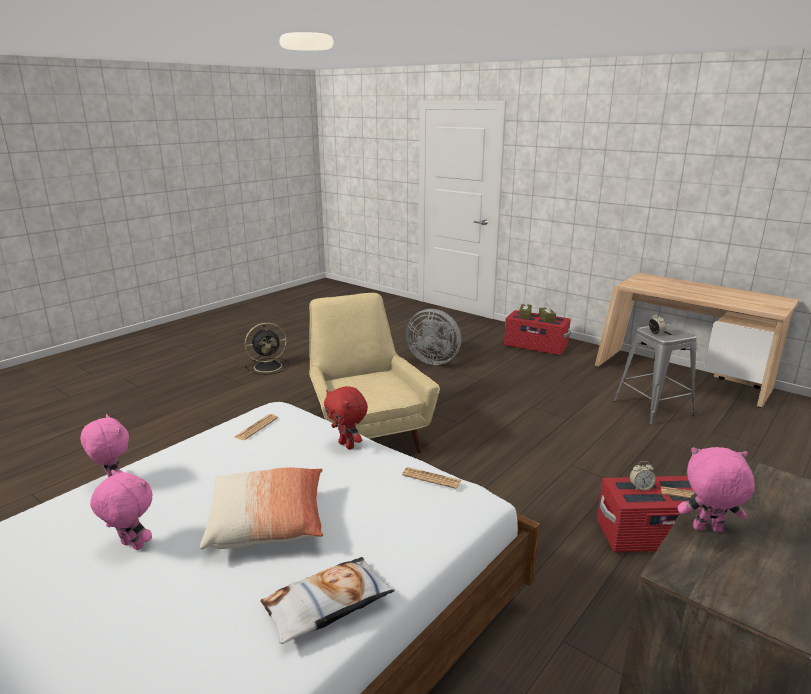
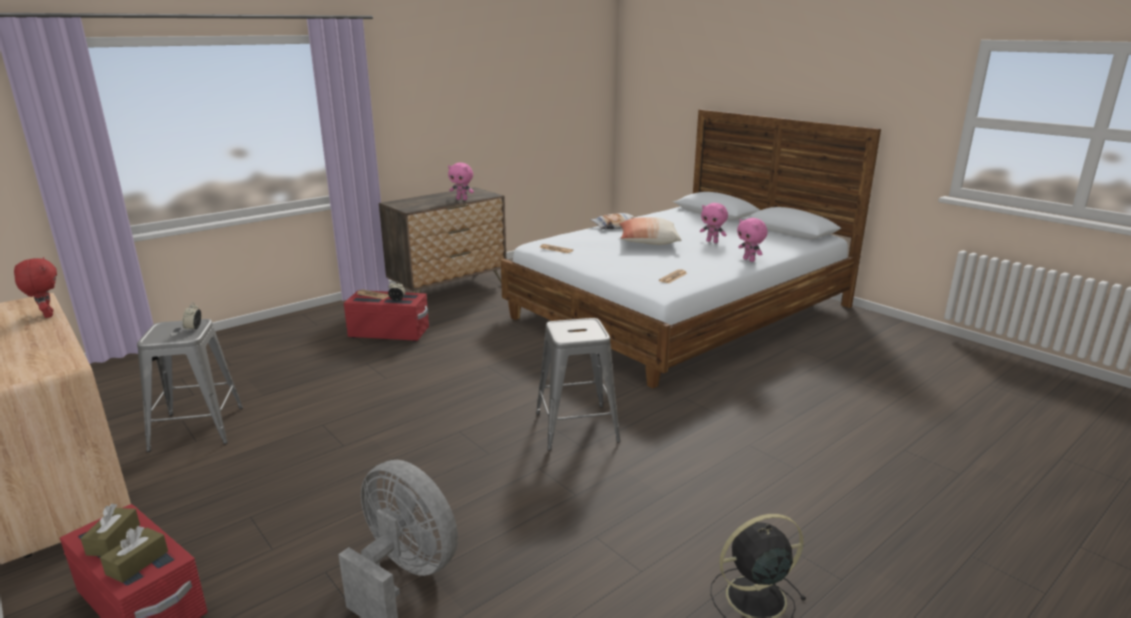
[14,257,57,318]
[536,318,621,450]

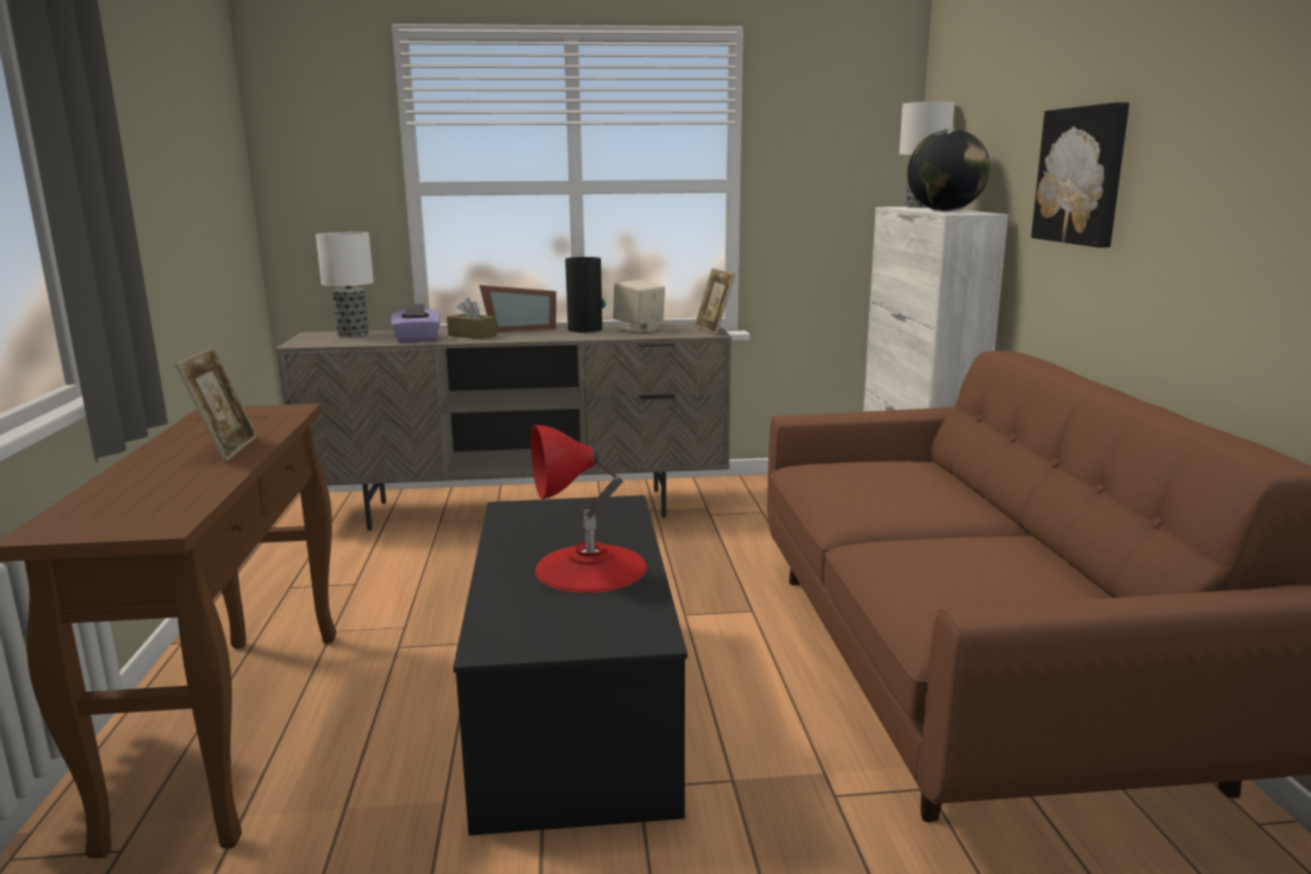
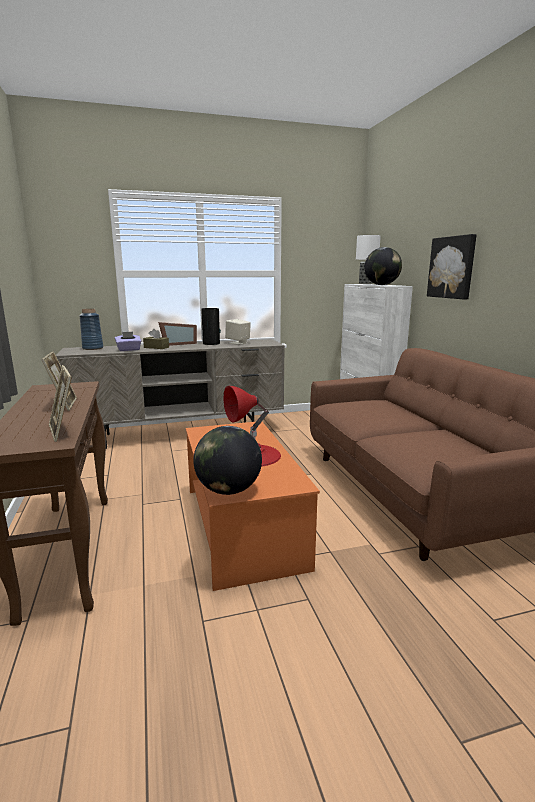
[48,365,71,442]
[79,309,103,350]
[186,422,320,591]
[193,426,262,495]

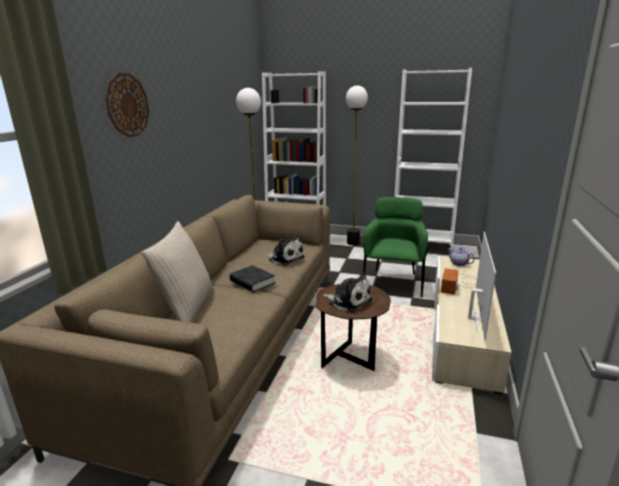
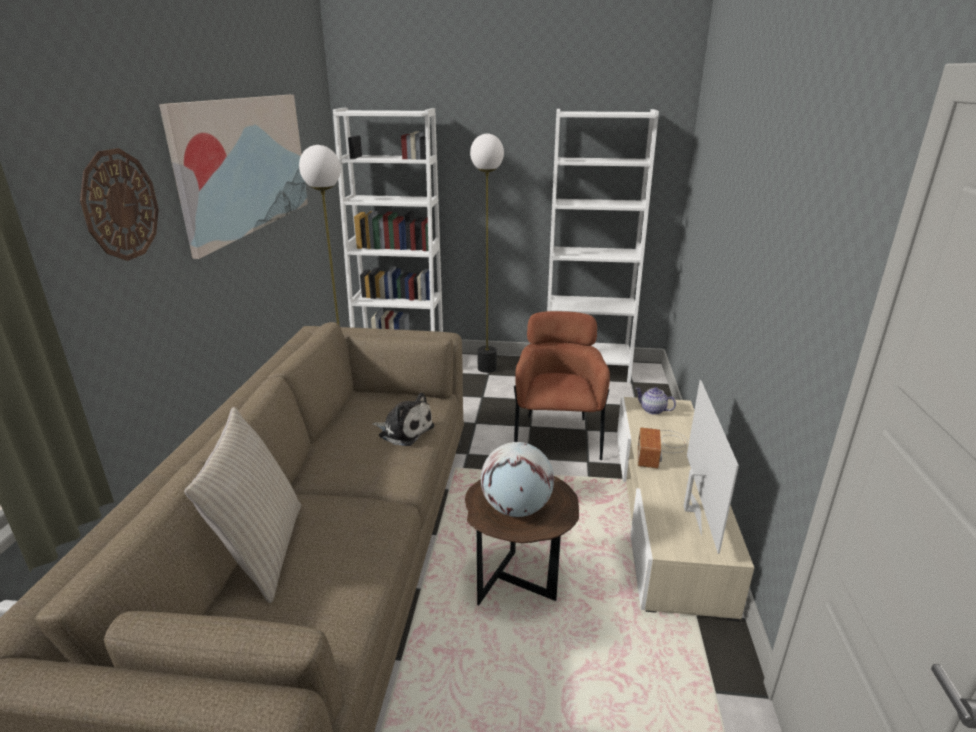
[159,95,308,259]
[481,442,554,517]
[514,311,610,460]
[230,265,275,292] (first image)

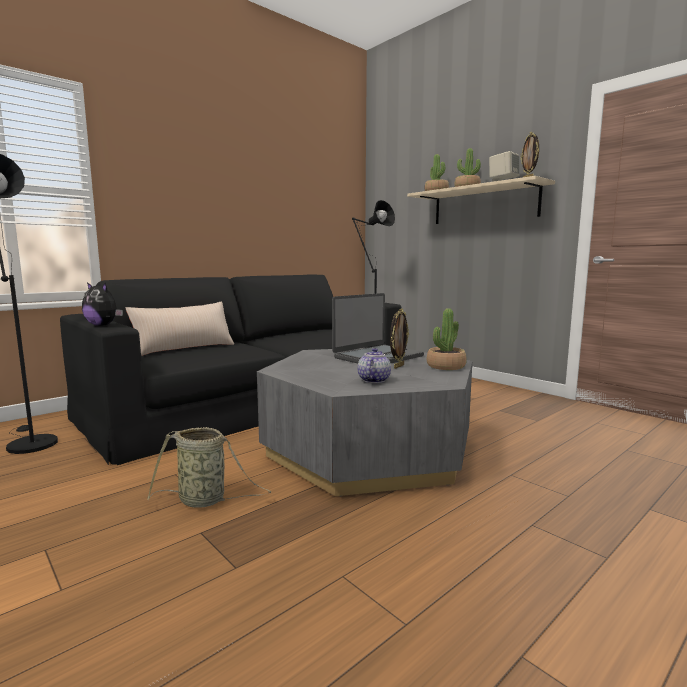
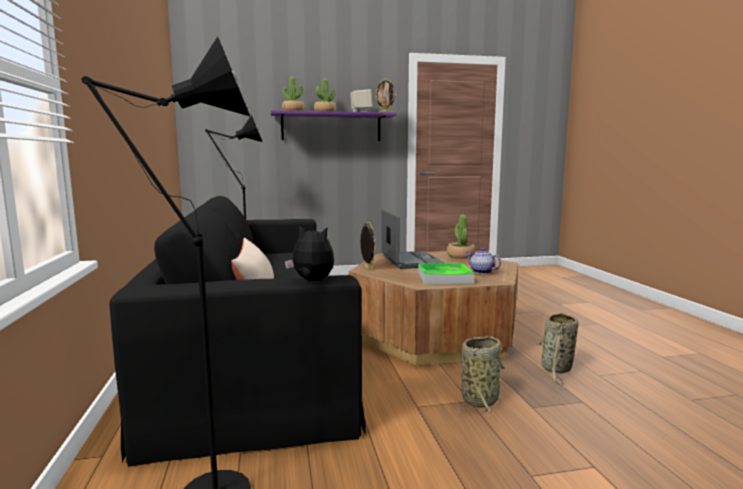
[271,110,397,141]
[285,225,334,281]
[349,251,518,366]
[361,222,376,270]
[418,263,474,284]
[536,311,578,386]

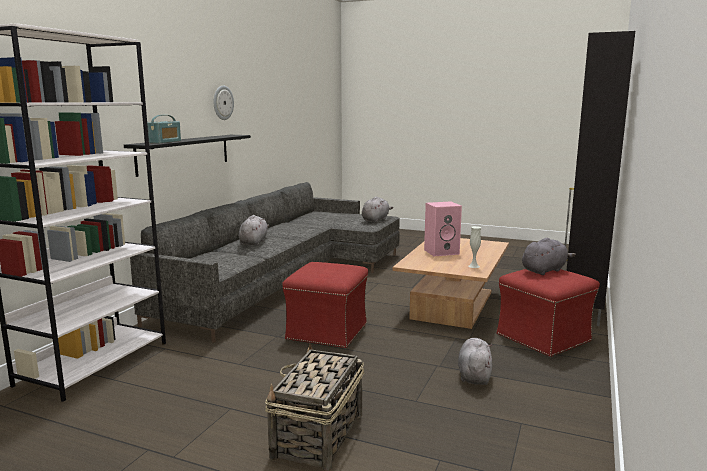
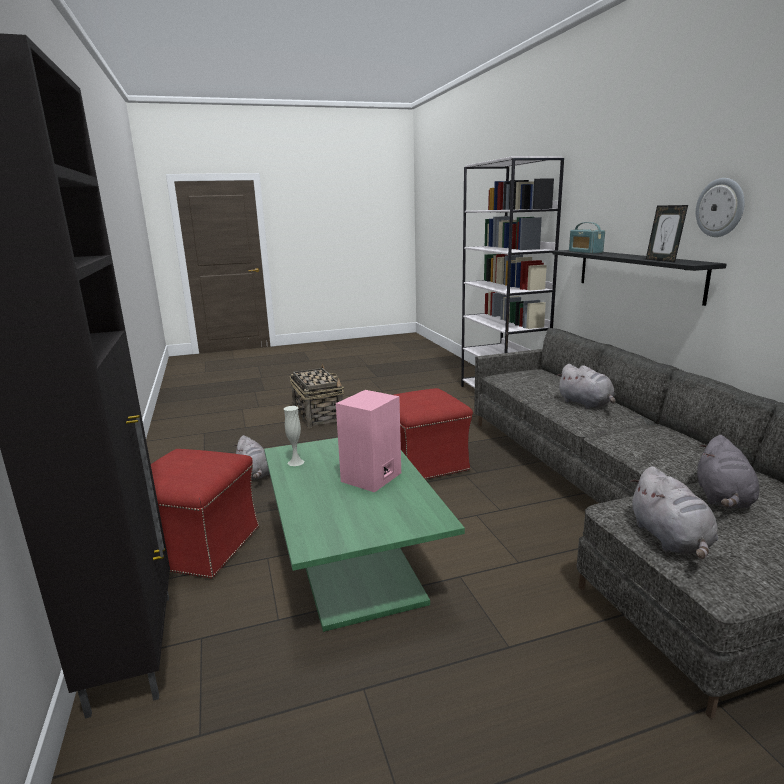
[264,438,465,632]
[646,205,688,262]
[697,435,759,508]

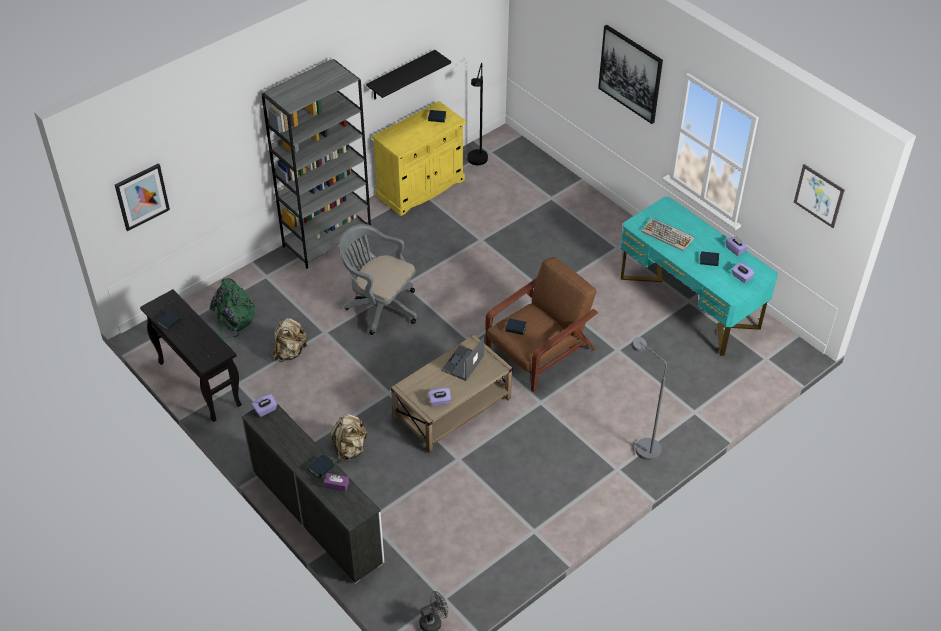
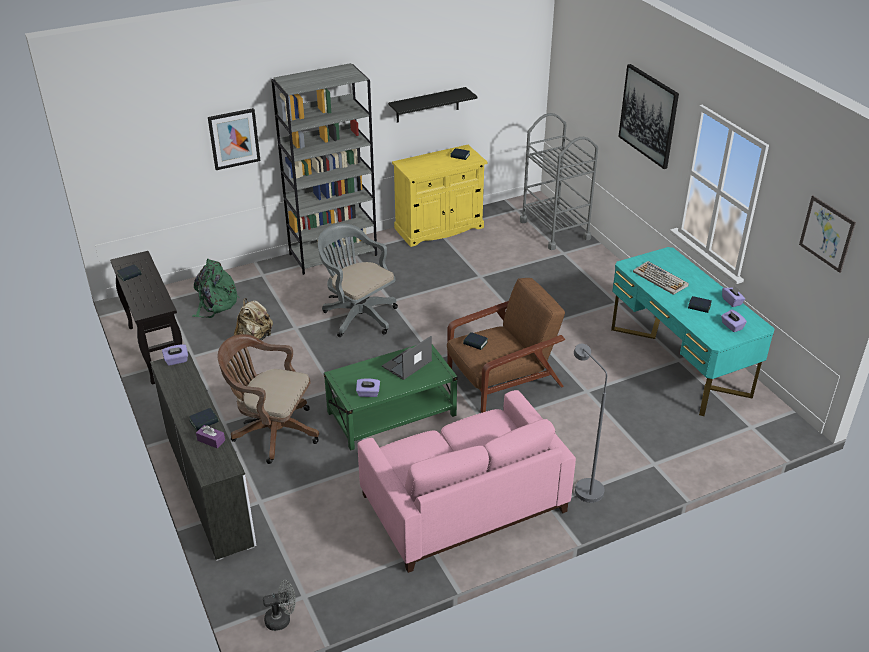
[208,108,260,170]
[218,334,319,464]
[324,345,458,451]
[357,390,576,573]
[520,113,598,250]
[467,63,488,165] (first image)

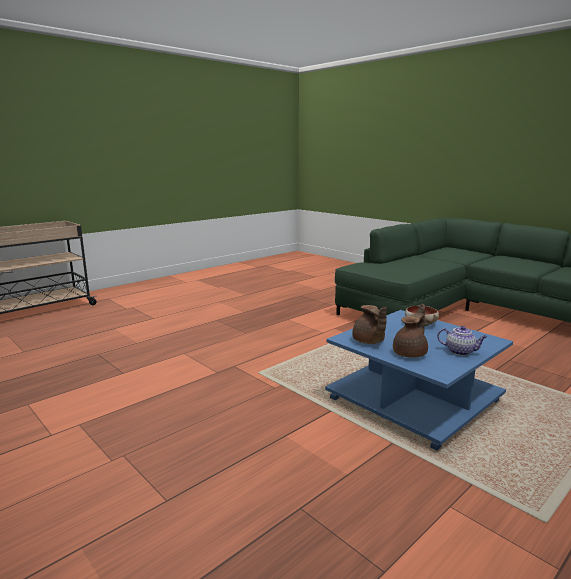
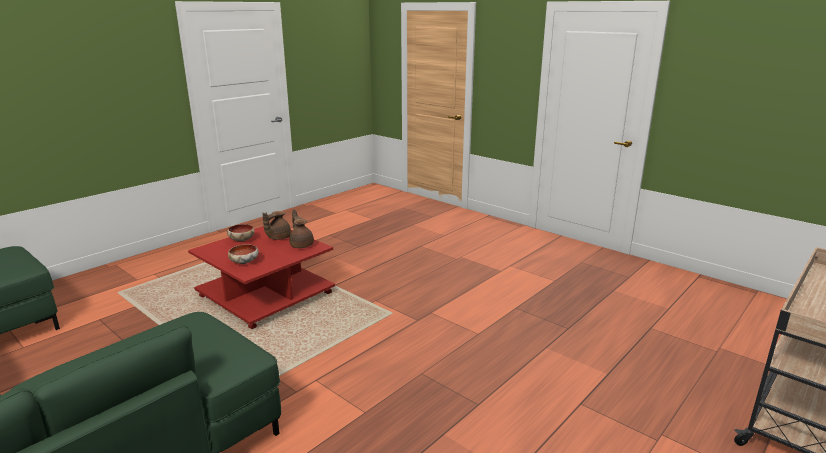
[188,226,335,329]
[227,224,255,242]

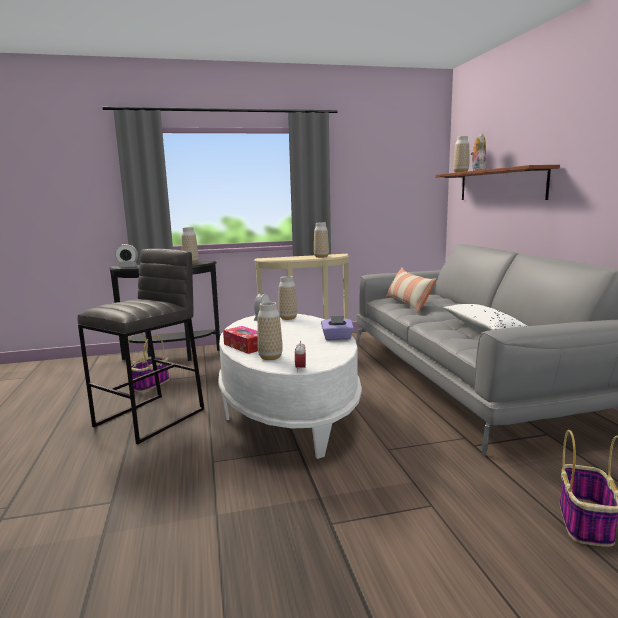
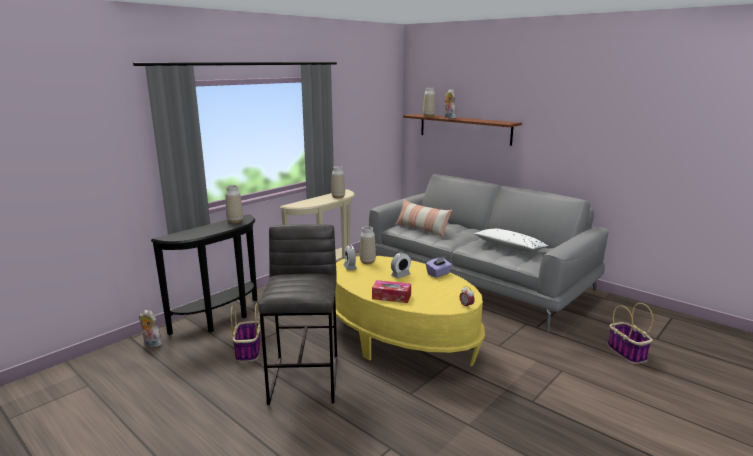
[139,310,162,347]
[332,256,485,366]
[391,252,411,279]
[257,302,283,360] (first image)

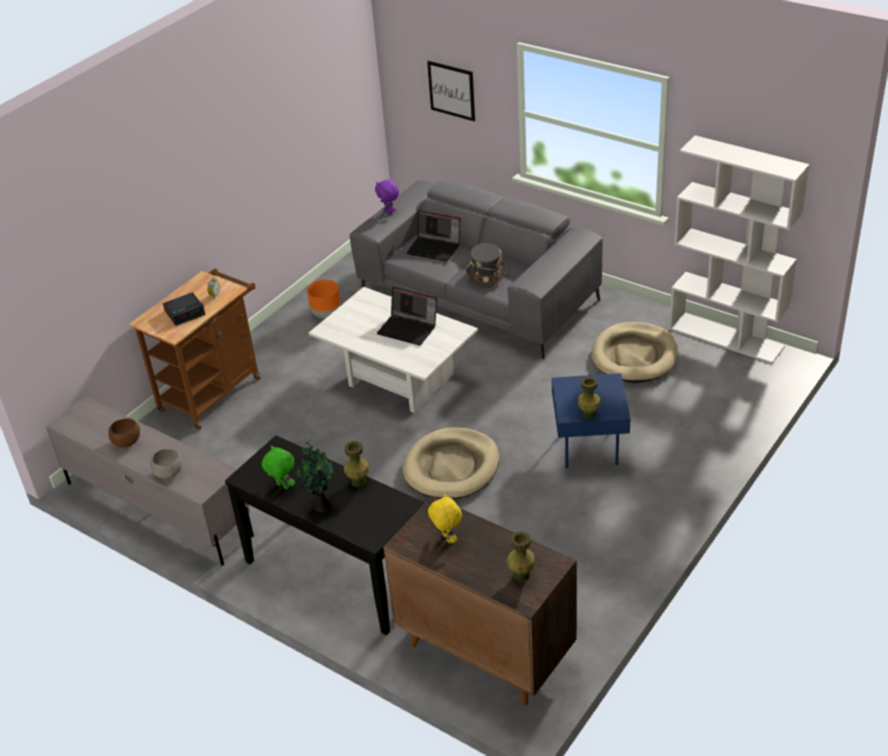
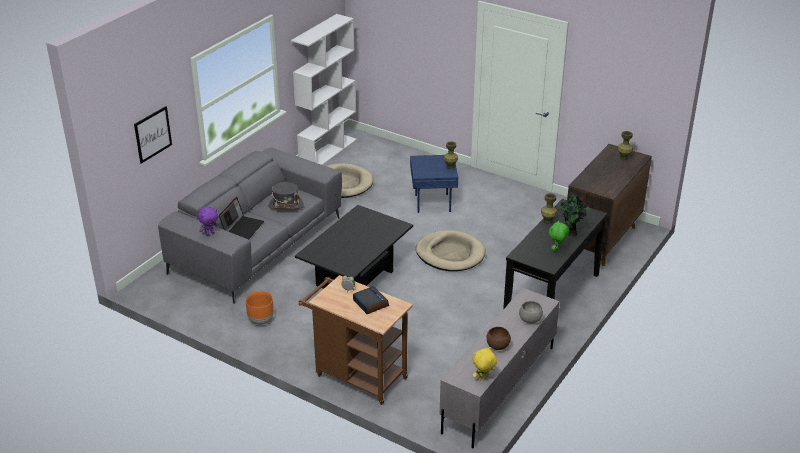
[295,205,413,289]
[473,347,497,381]
[377,287,437,345] (first image)

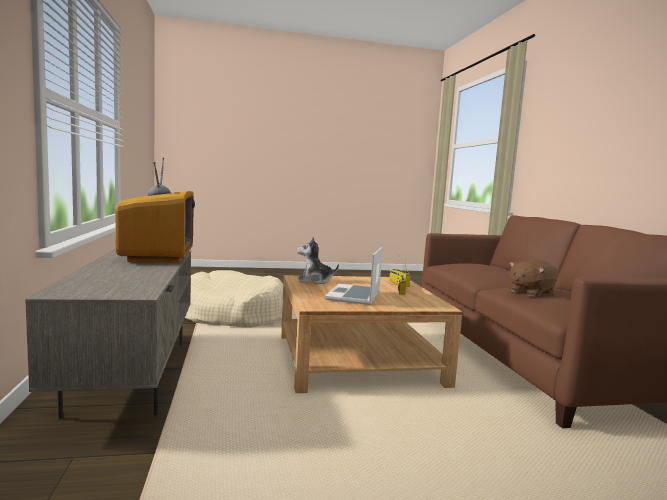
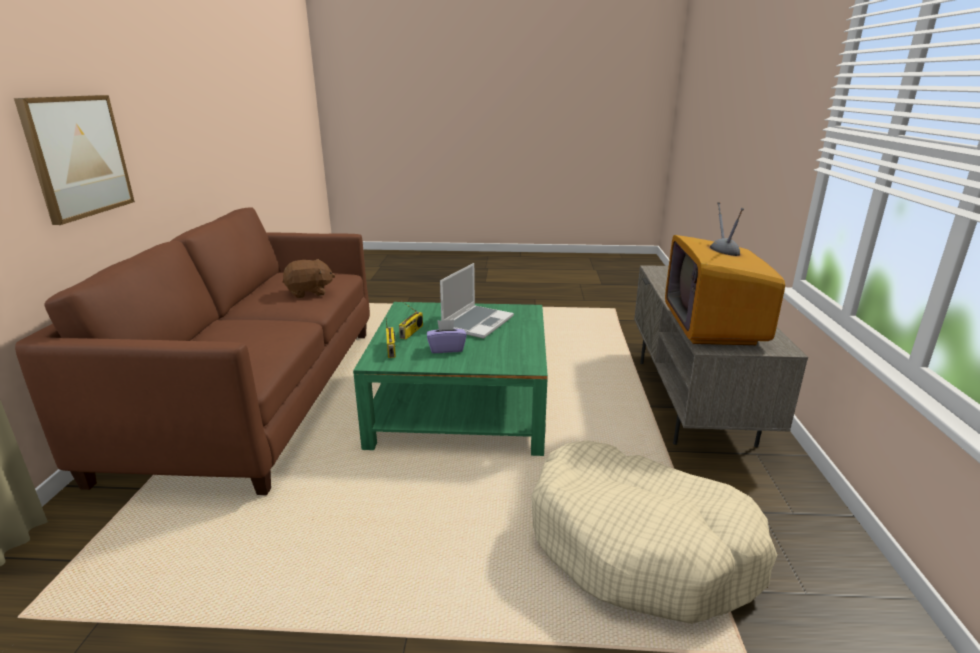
[14,95,135,225]
[353,302,548,456]
[427,320,467,353]
[297,237,339,284] (first image)

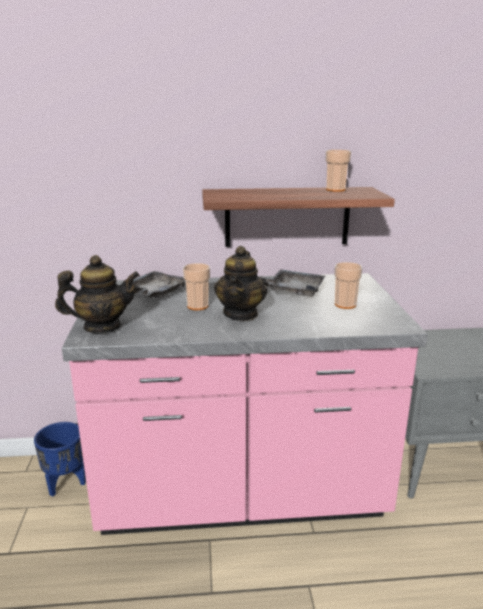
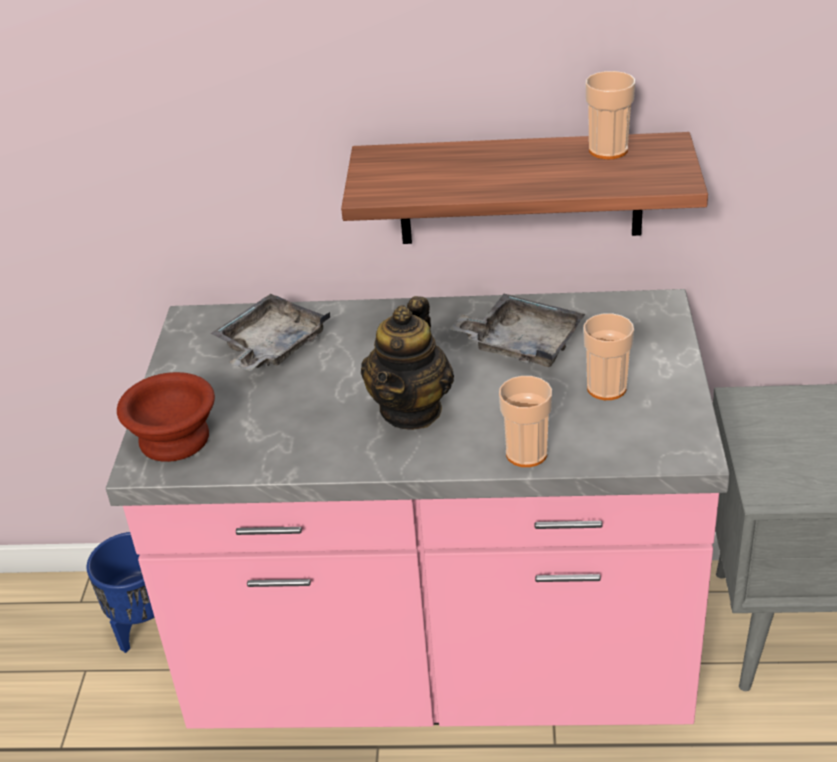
[117,372,215,462]
[499,376,552,467]

